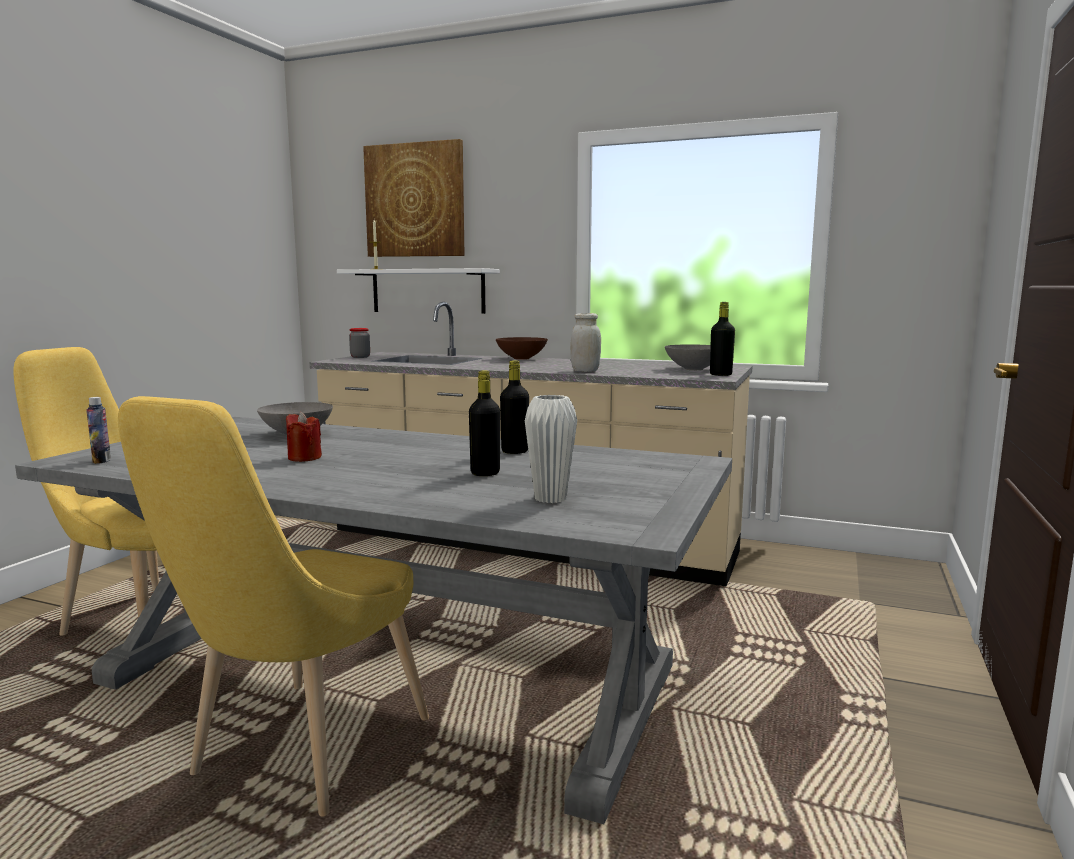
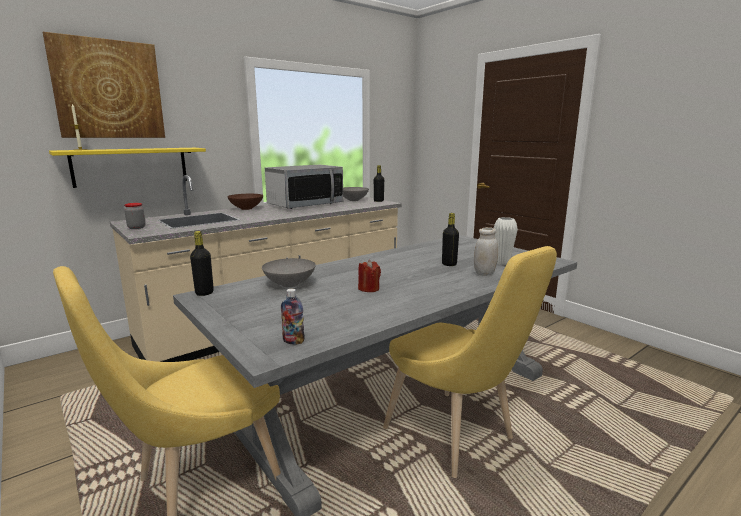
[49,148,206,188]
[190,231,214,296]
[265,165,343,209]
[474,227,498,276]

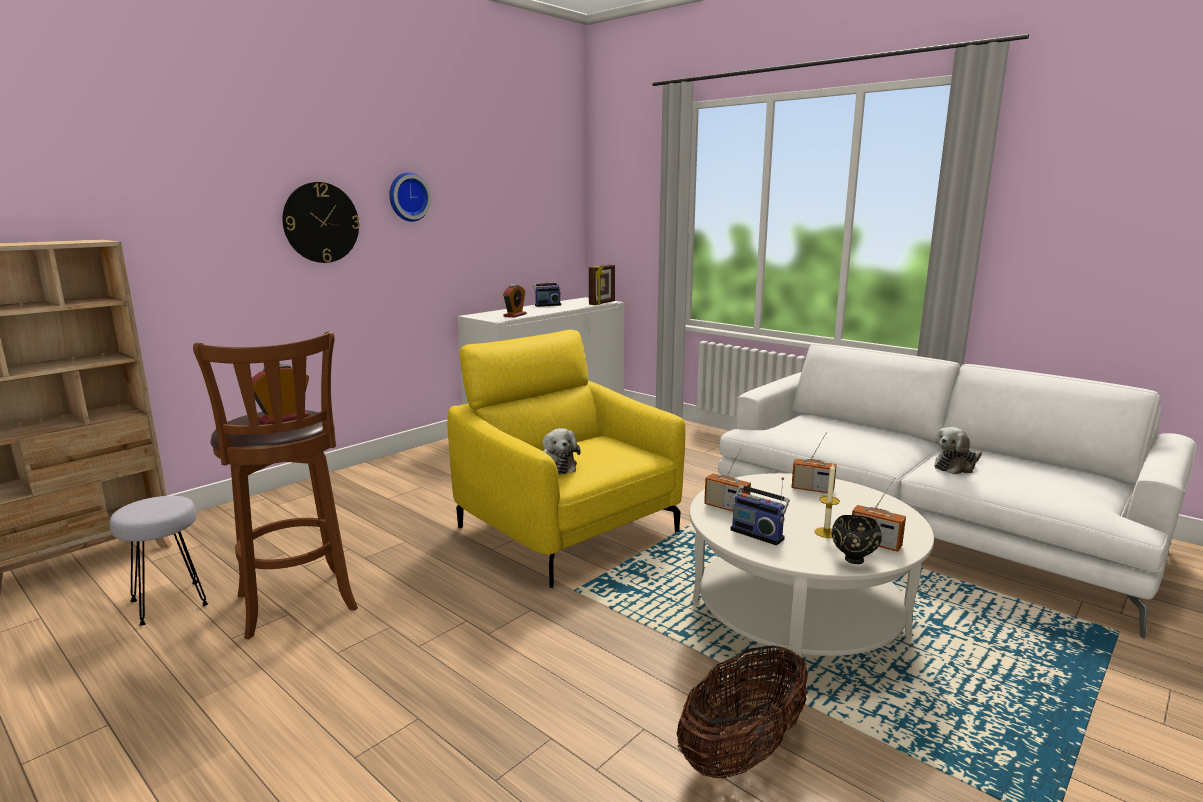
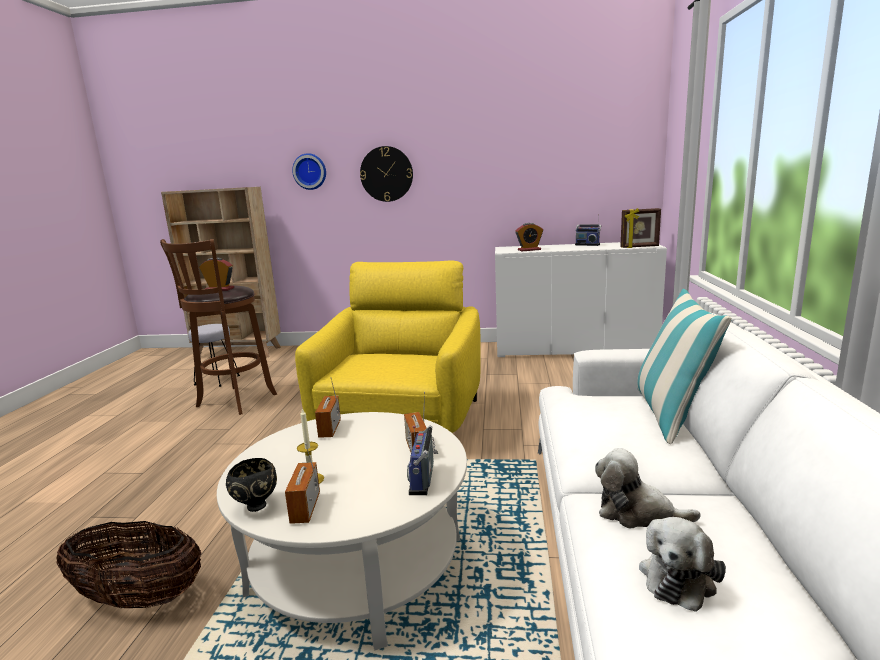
[292,153,326,190]
[407,425,438,495]
[637,289,732,444]
[639,517,726,612]

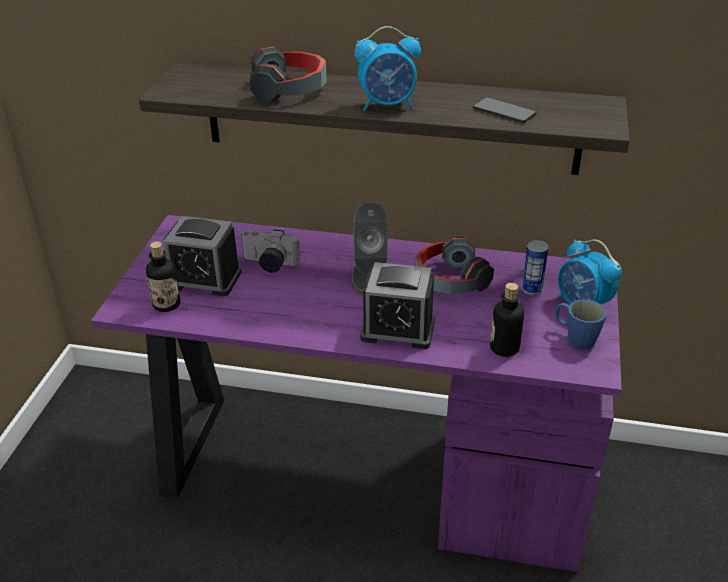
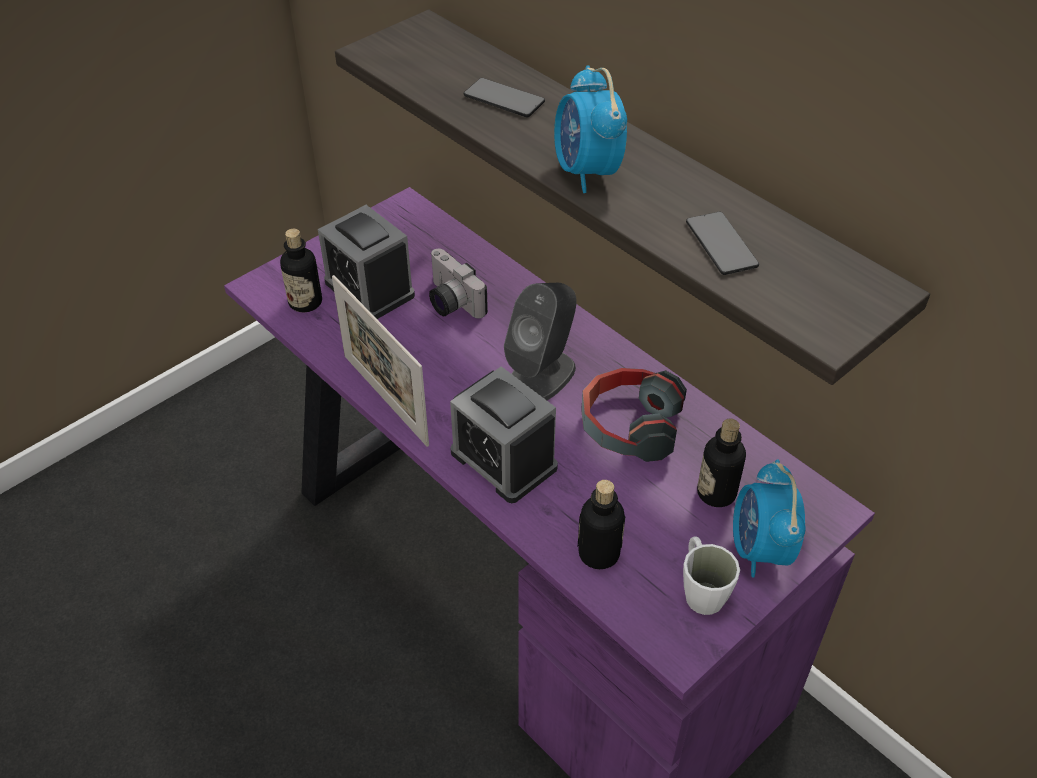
[332,275,429,447]
[464,78,545,118]
[554,65,627,193]
[683,536,740,615]
[697,419,746,507]

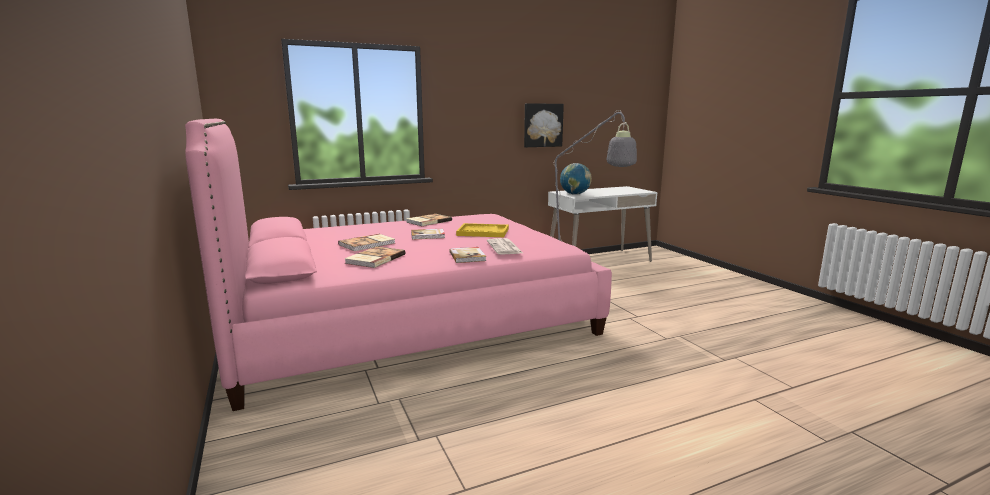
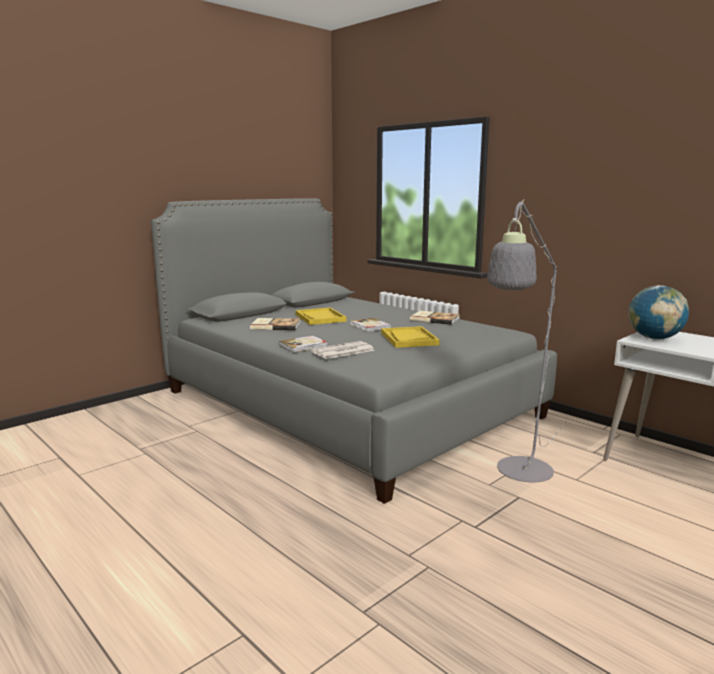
[151,198,557,504]
[295,307,346,325]
[524,103,564,147] (first image)

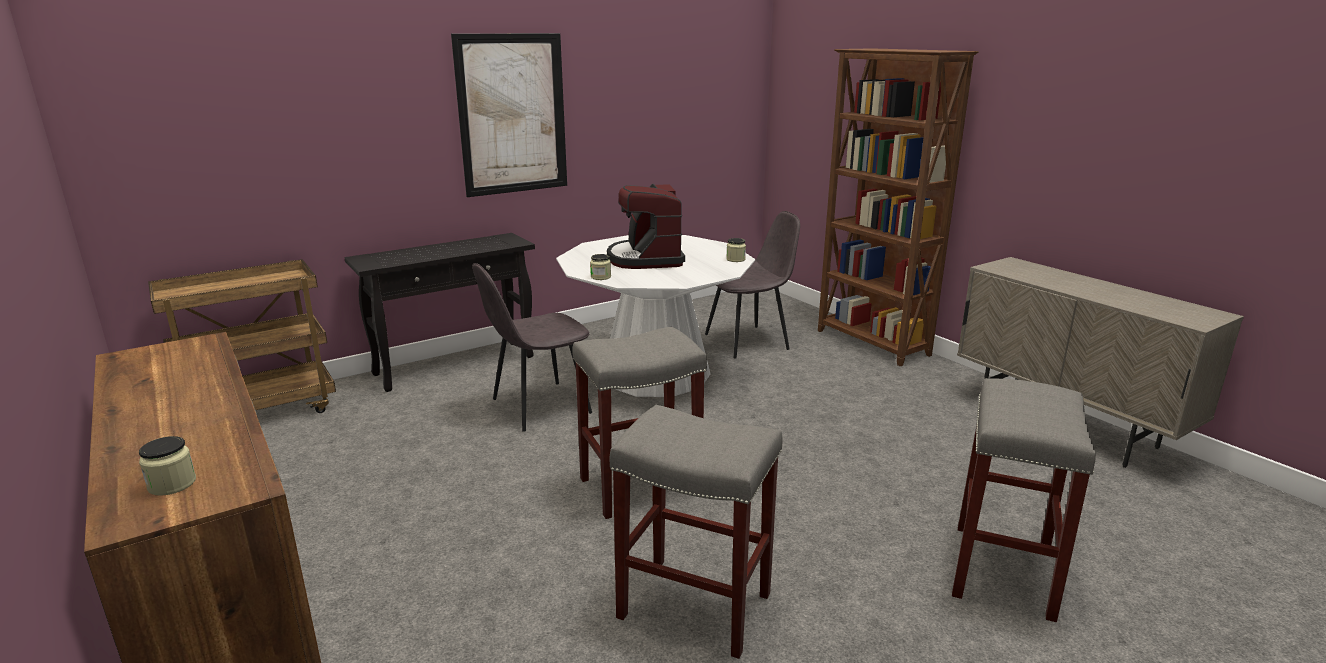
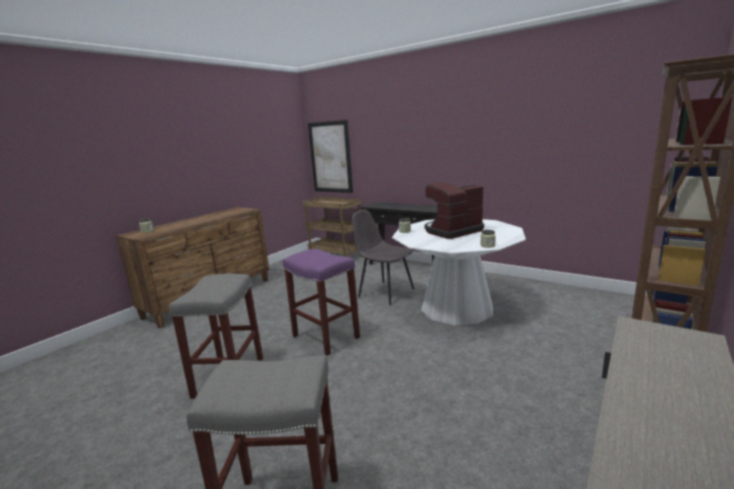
[283,249,360,356]
[308,120,353,193]
[705,211,800,358] (first image)

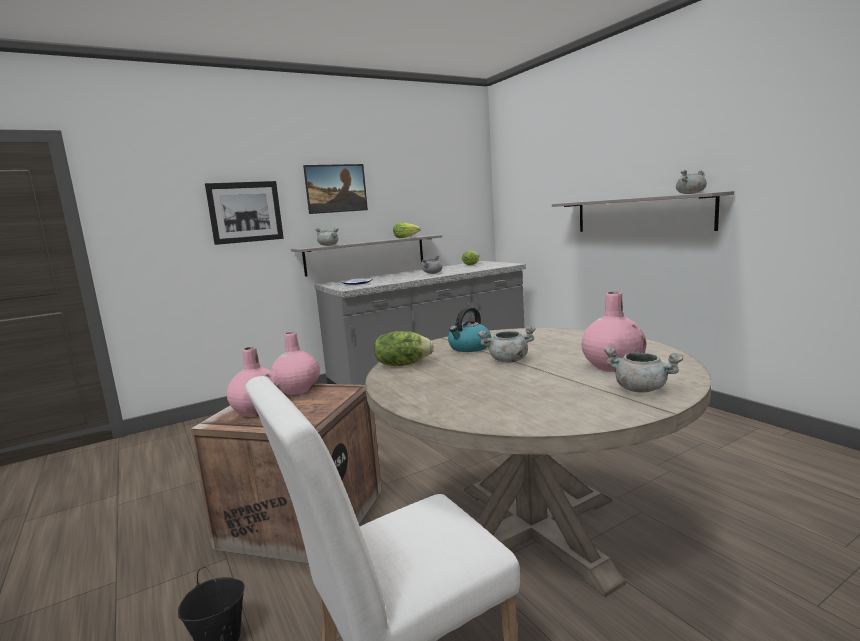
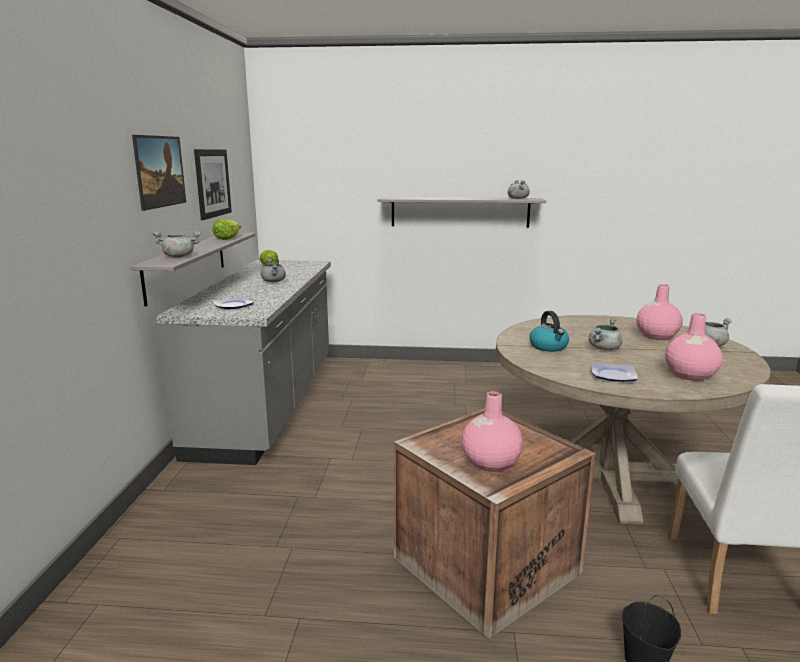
[194,149,232,220]
[591,362,638,382]
[665,313,723,381]
[374,331,434,366] (first image)

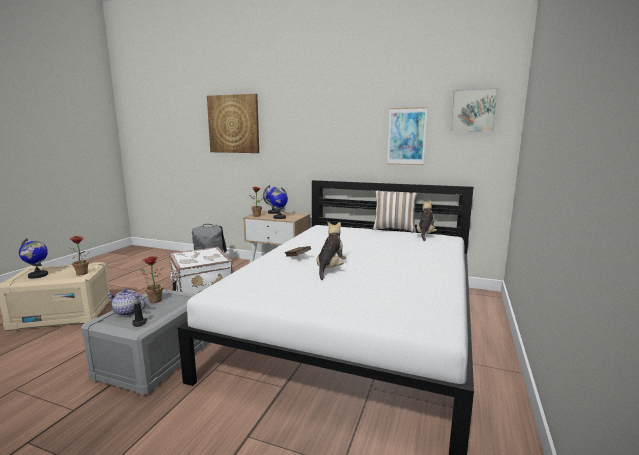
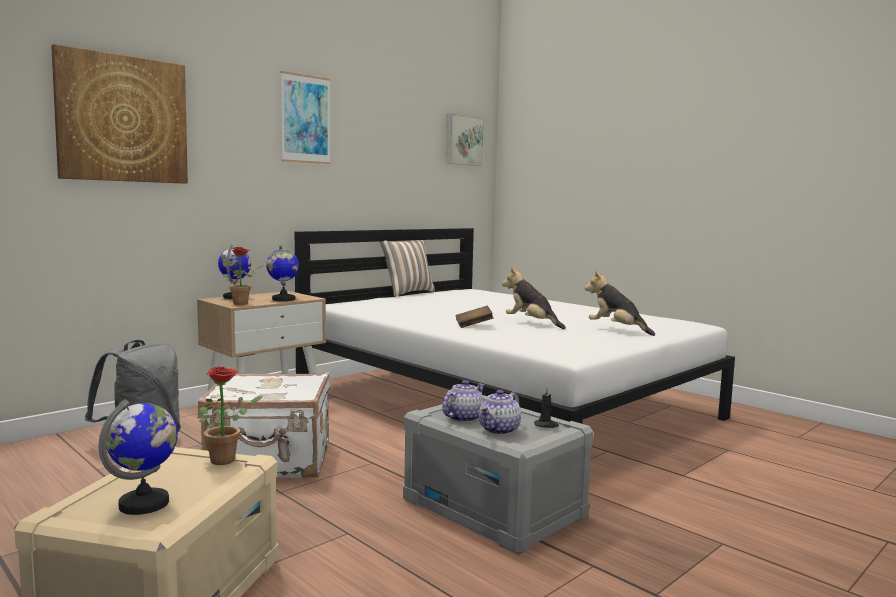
[281,71,331,164]
[442,380,485,423]
[585,271,655,336]

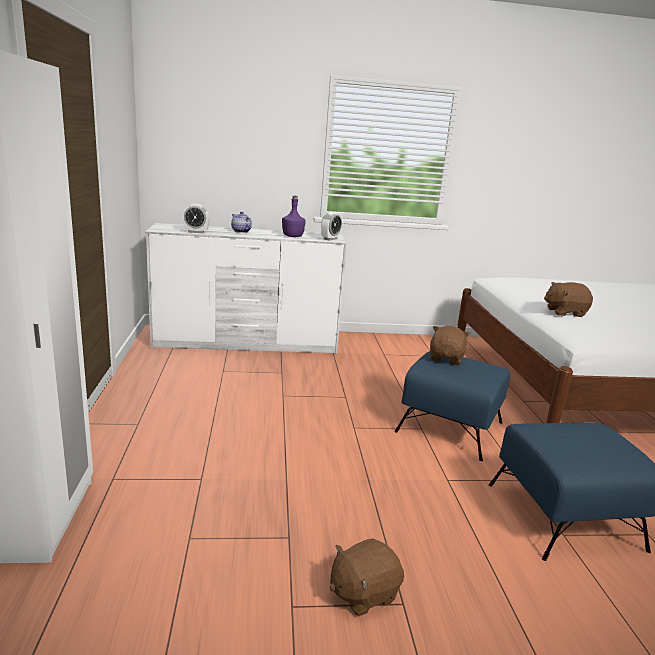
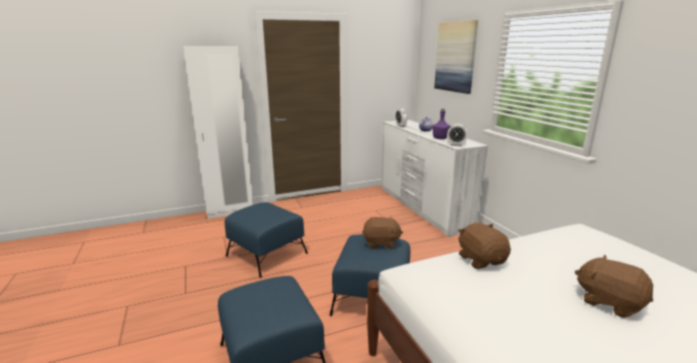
[225,202,308,278]
[434,20,478,94]
[575,255,653,318]

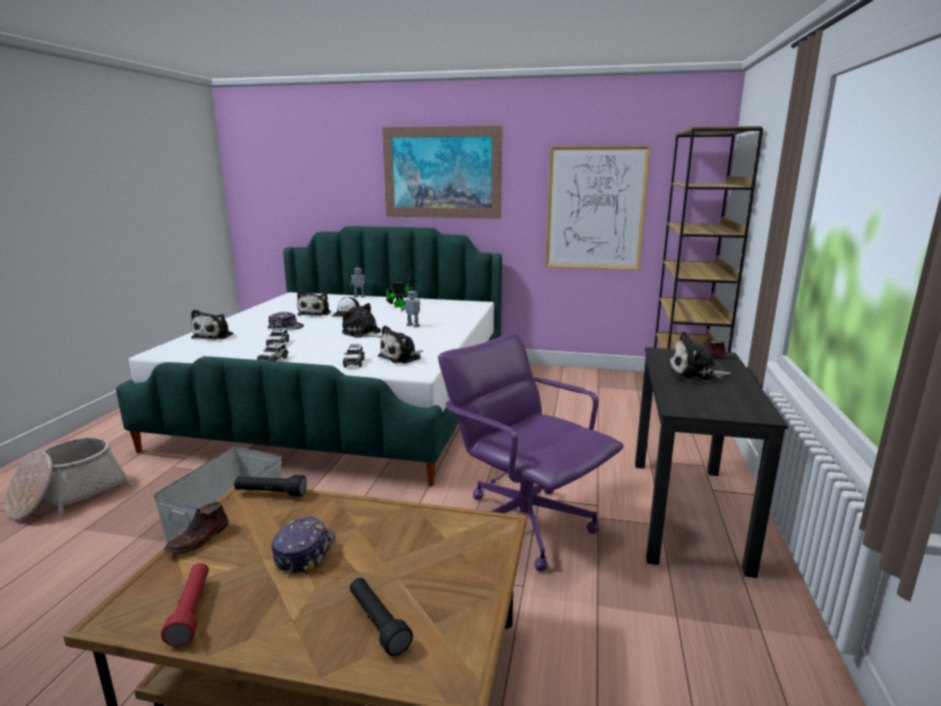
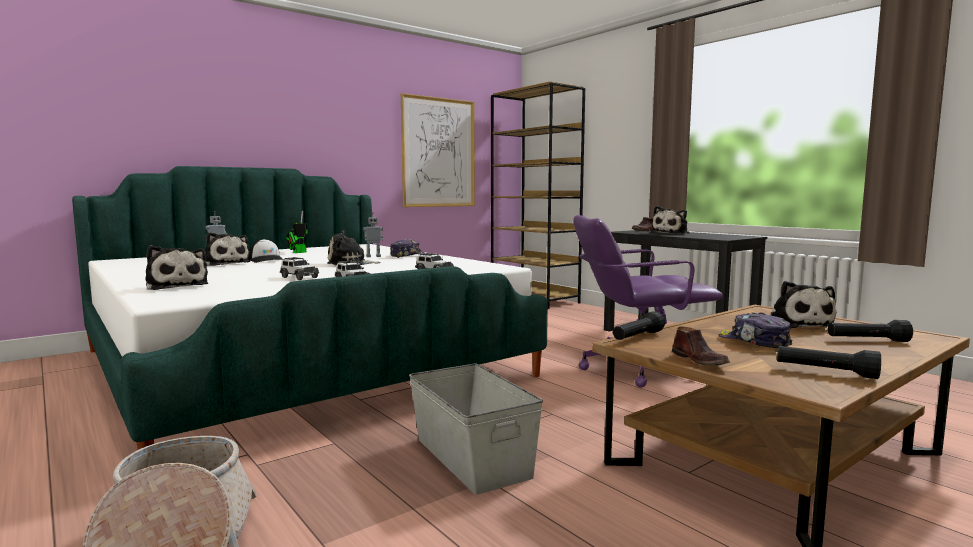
[390,239,426,258]
[769,281,836,328]
[777,346,881,379]
[382,126,502,219] (first image)

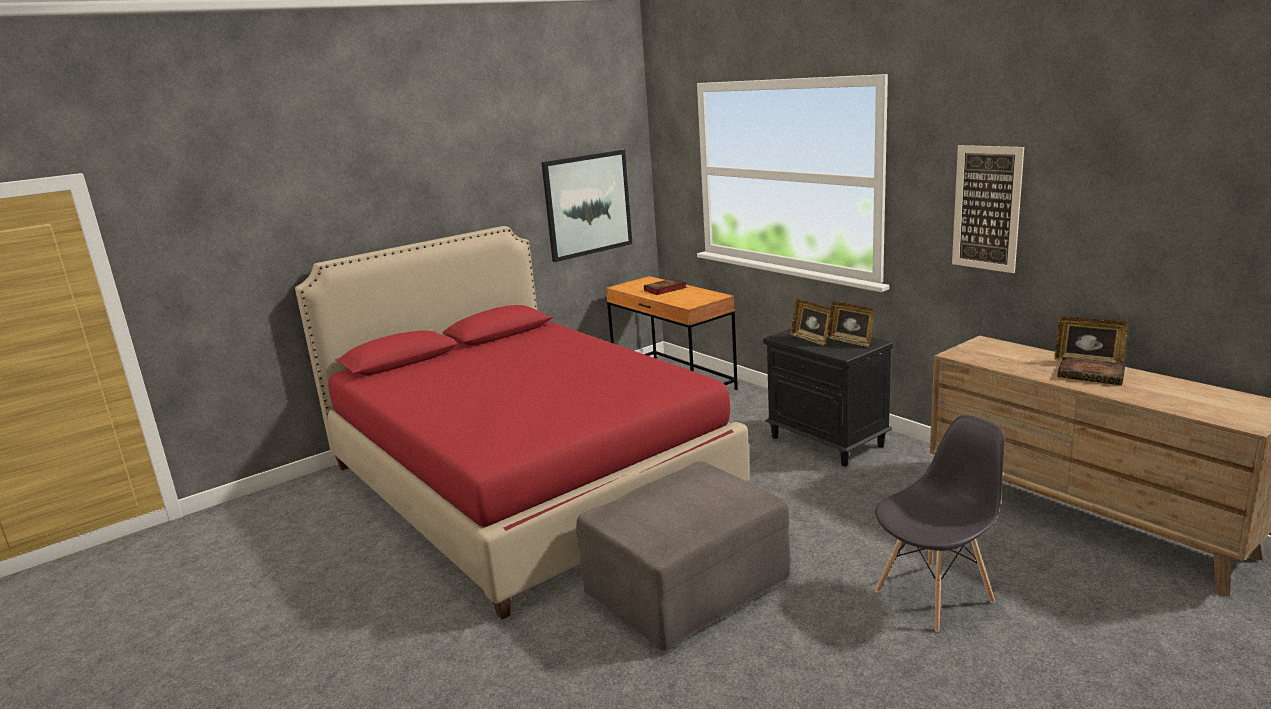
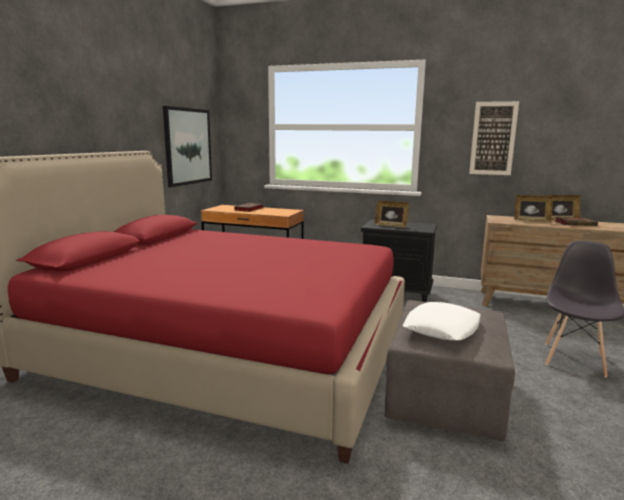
[403,302,481,341]
[514,195,553,223]

